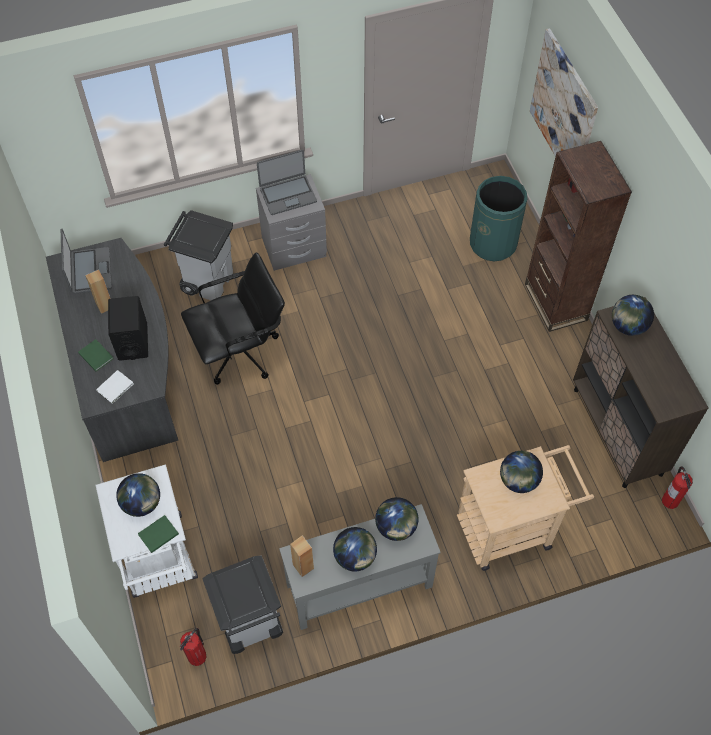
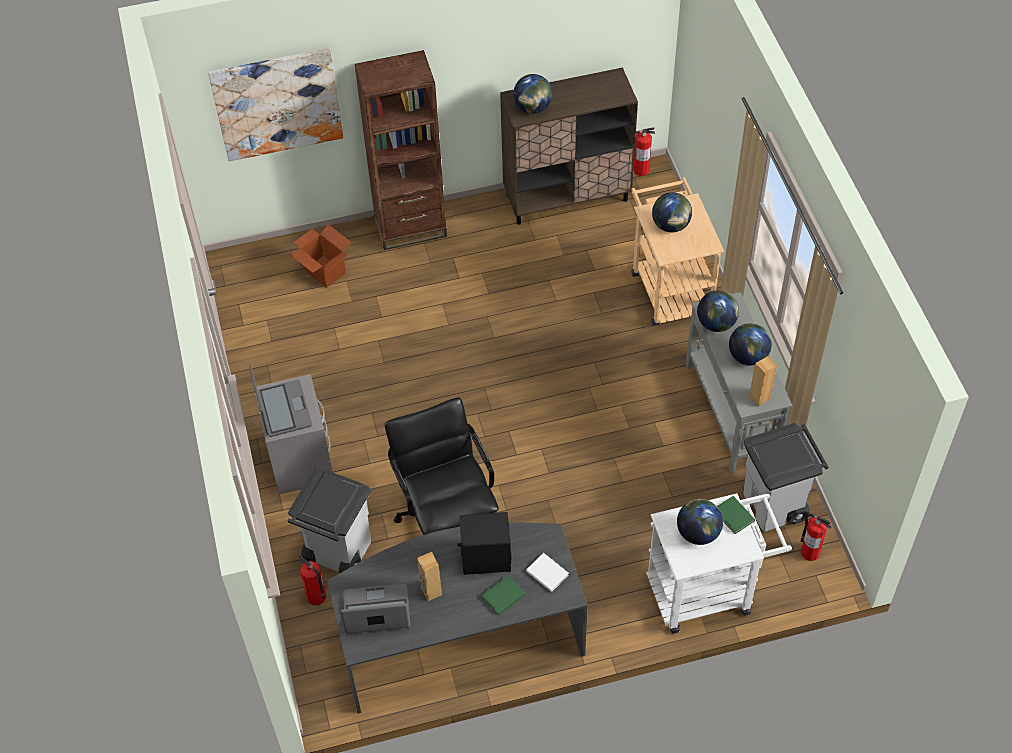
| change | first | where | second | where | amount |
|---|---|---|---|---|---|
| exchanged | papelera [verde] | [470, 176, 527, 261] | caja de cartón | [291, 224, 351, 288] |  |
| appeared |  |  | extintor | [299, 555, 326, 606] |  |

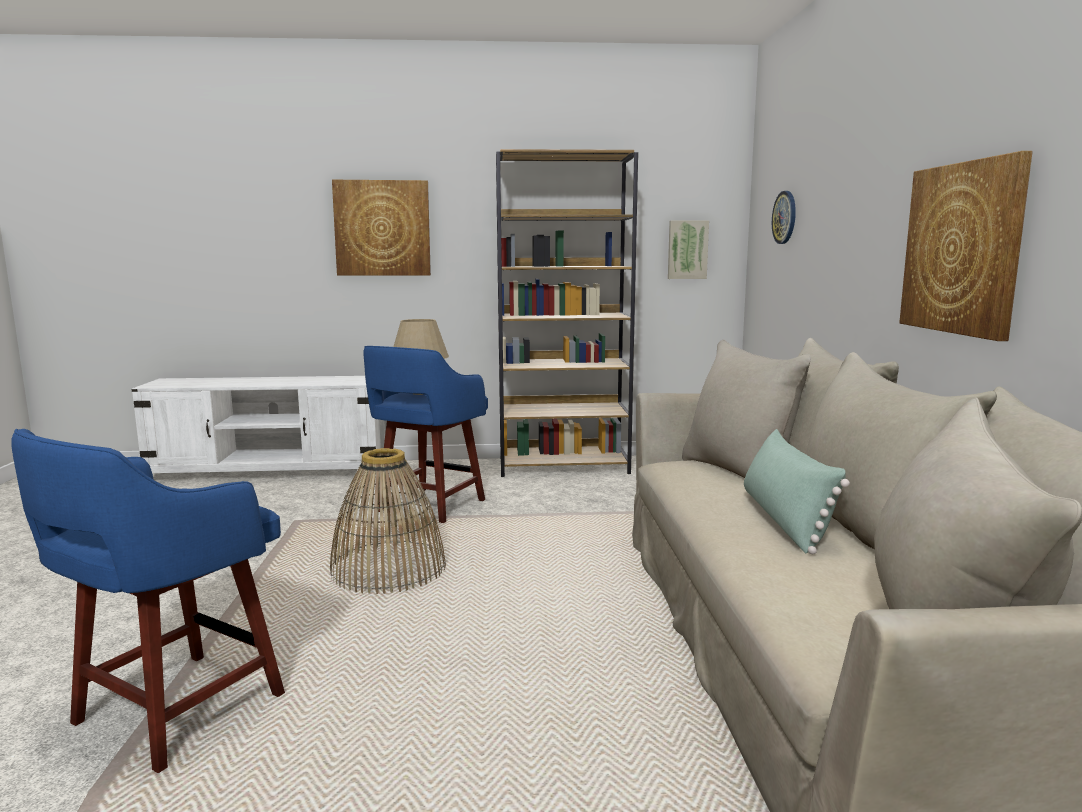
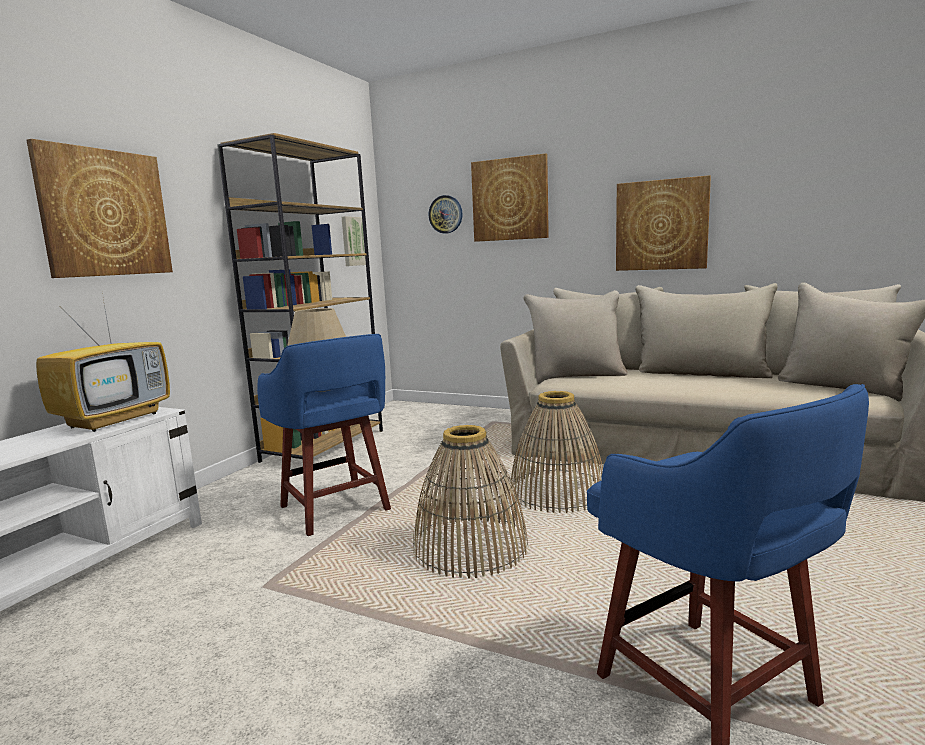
| change | first | where | second | where | amount |
|---|---|---|---|---|---|
| missing | cojín [verde] | [744, 429, 850, 554] |  |  |  |
| appeared |  |  | cuadro | [471, 153, 549, 242] |  |
| appeared |  |  | televisor | [36, 299, 170, 432] |  |
| appeared |  |  | cesta | [510, 391, 603, 513] |  |

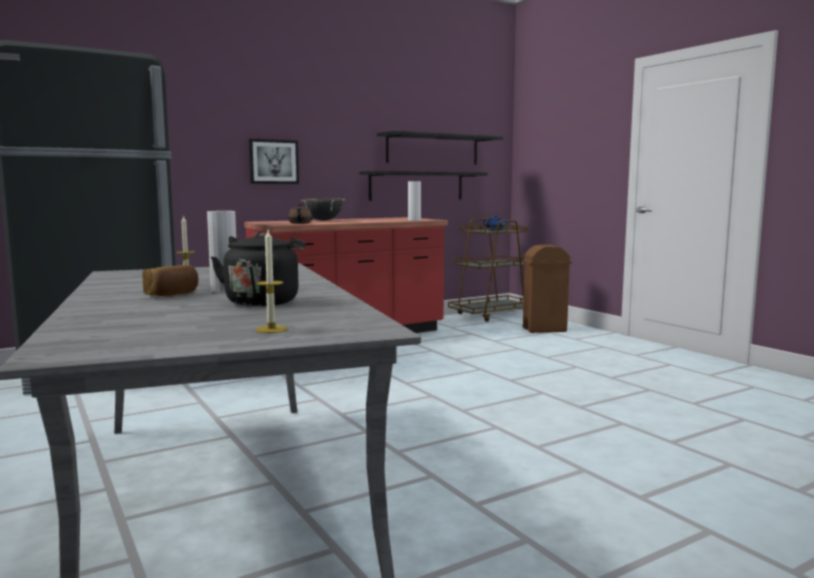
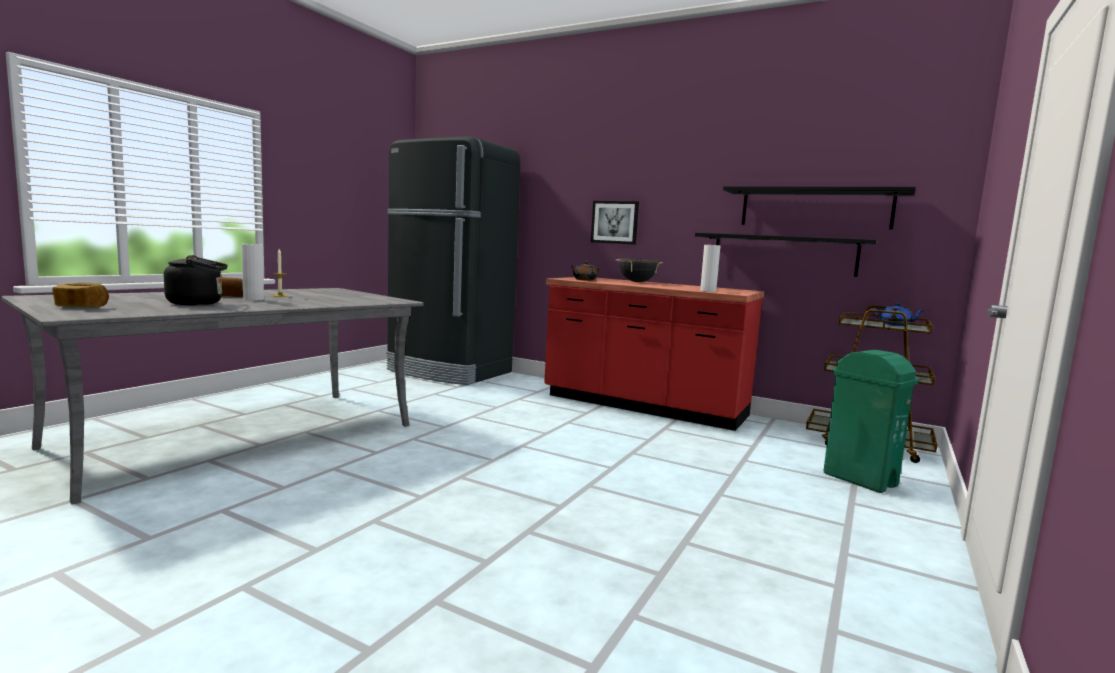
| change | first | where | second | where | amount |
|---|---|---|---|---|---|
| exchanged | vela | [256, 230, 287, 333] | pan | [52, 283, 109, 307] |  |
| colour | papelera [marrón] | [523, 245, 572, 333] | papelera [verde] | [824, 350, 918, 493] |  |

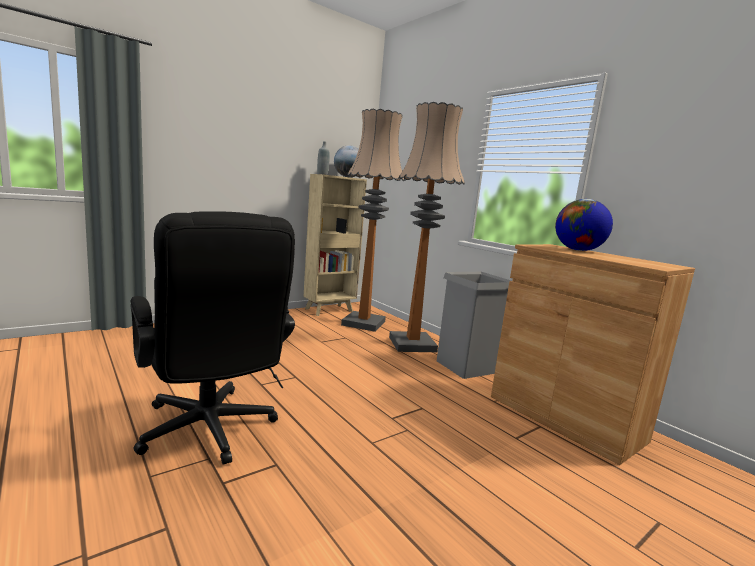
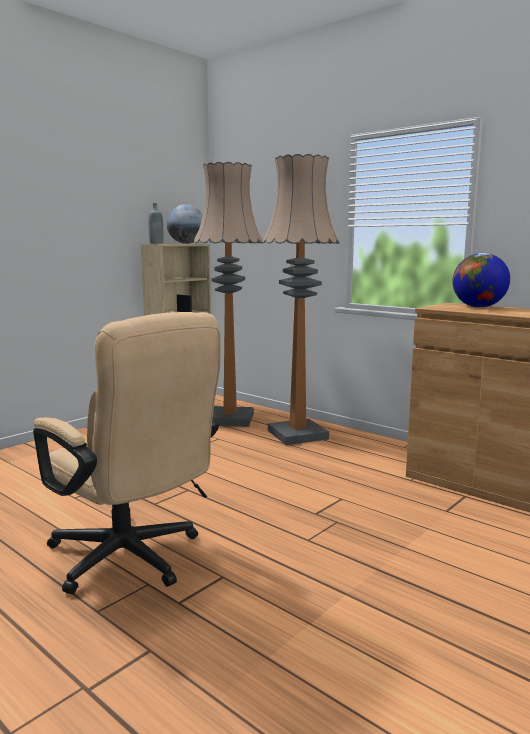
| change | first | where | second | where | amount |
|---|---|---|---|---|---|
| colour | silla de oficina [negro] | [130, 211, 295, 465] | silla de oficina [beis] | [33, 312, 221, 594] |  |
| missing | papelera [gris] | [437, 272, 511, 379] |  |  |  |

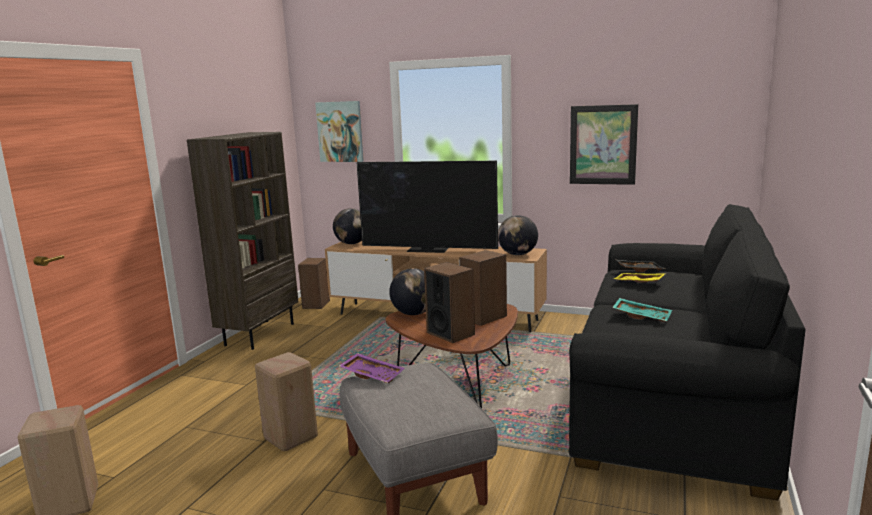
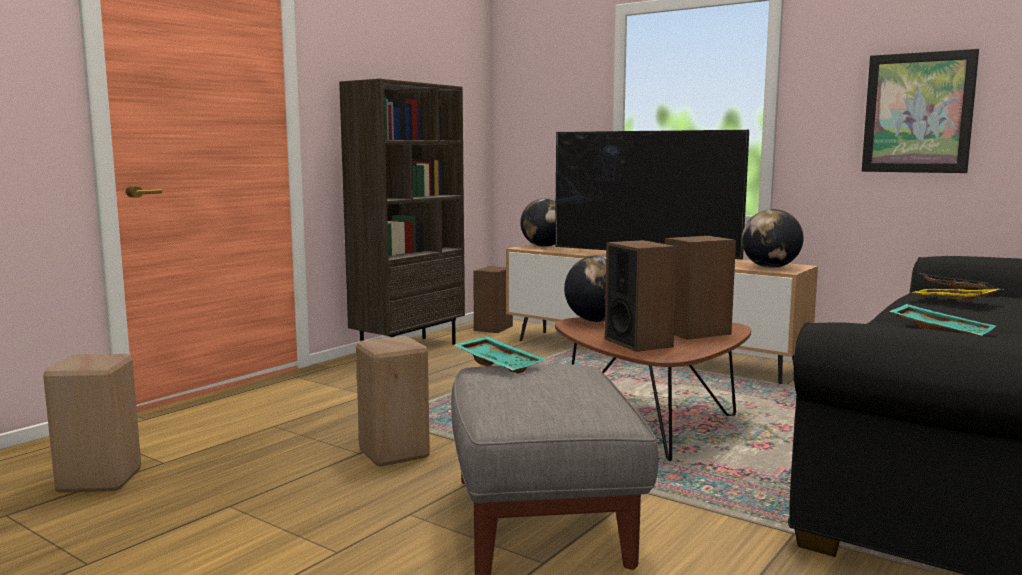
| change | first | where | second | where | amount |
|---|---|---|---|---|---|
| missing | cuadro | [315, 101, 364, 162] |  |  |  |
| colour | bandeja [morado] | [339, 353, 405, 383] | bandeja [turquesa] | [454, 336, 546, 374] |  |

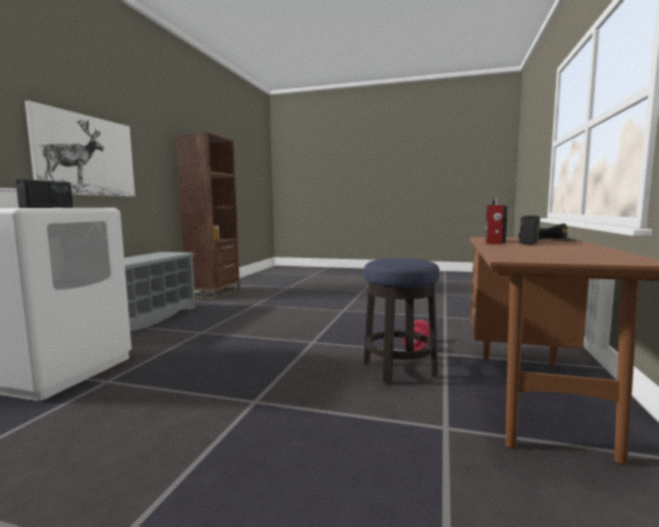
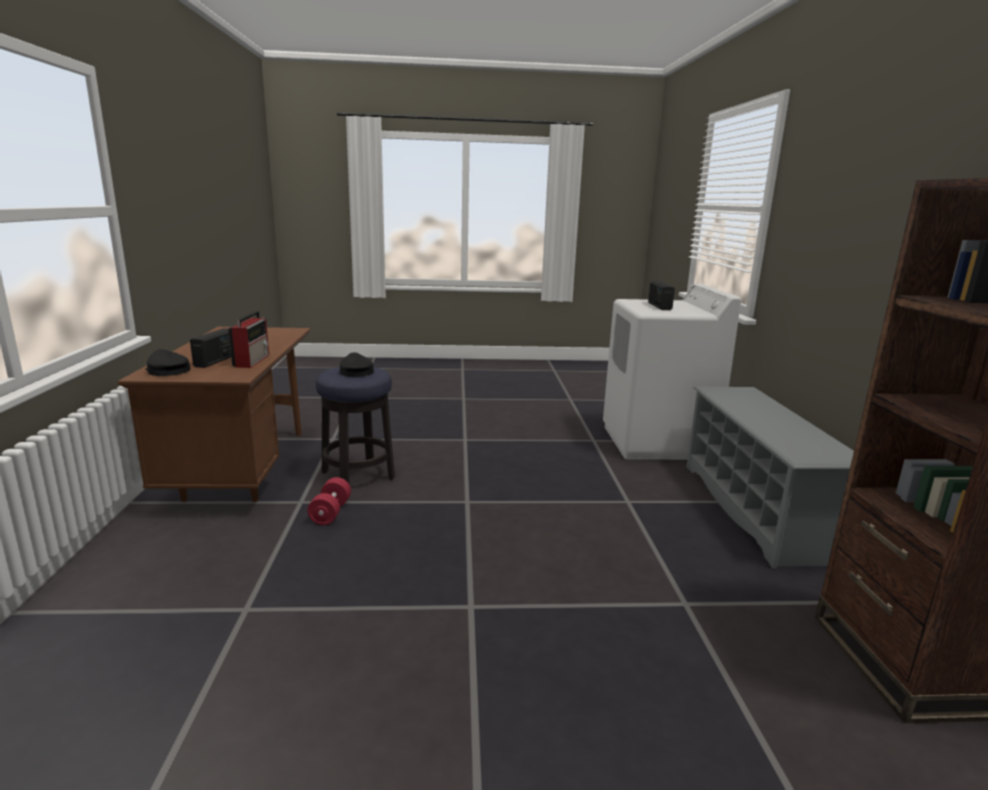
| change | first | where | second | where | amount |
|---|---|---|---|---|---|
| missing | cuadro | [25, 100, 135, 197] |  |  |  |
| appeared |  |  | gorra [negro] | [340, 352, 374, 377] |  |

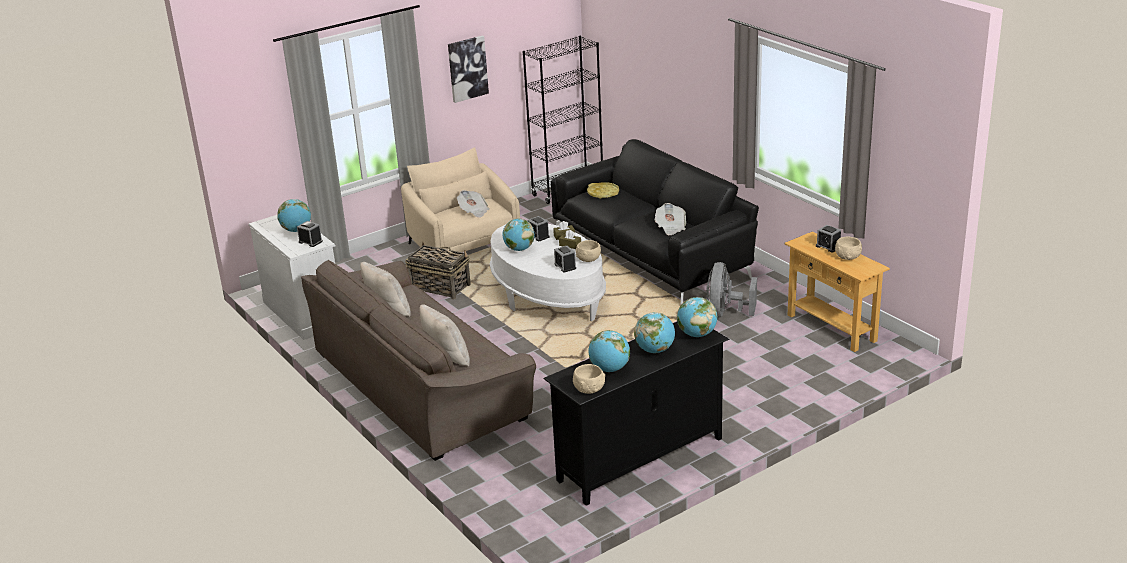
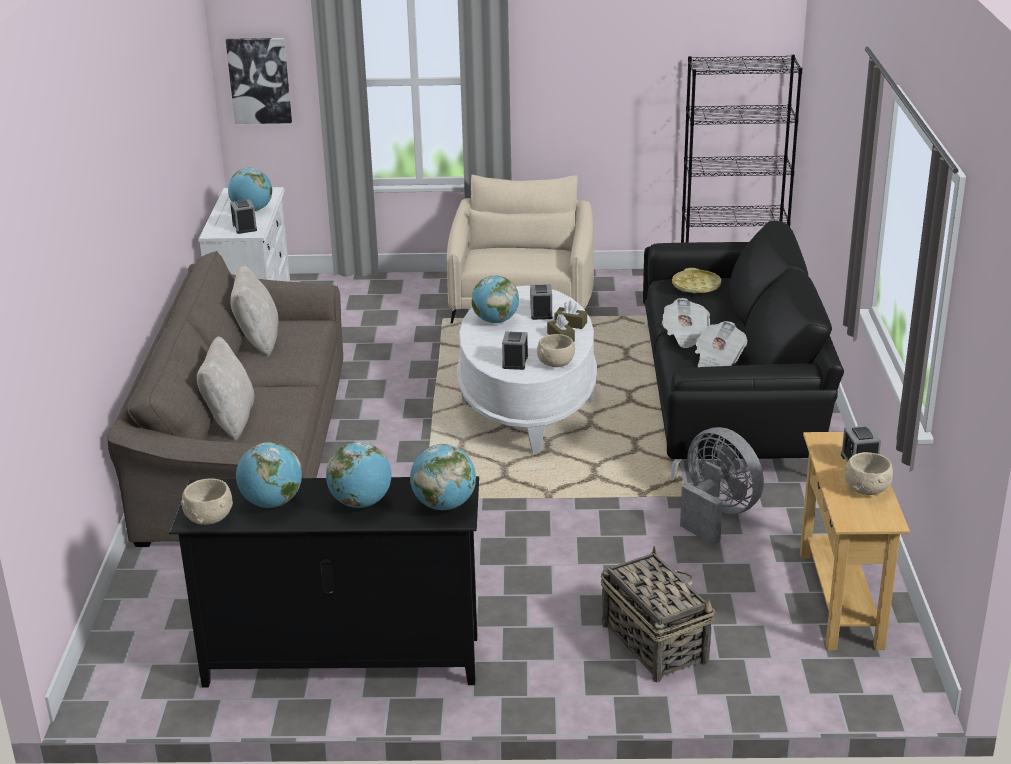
| change | first | where | second | where | amount |
|---|---|---|---|---|---|
| relocated | cuadro | [448, 36, 489, 103] |  | [226, 38, 292, 124] |  |
| relocated | periódico | [457, 190, 490, 218] |  | [662, 298, 710, 348] |  |
| relocated | cesta | [405, 241, 471, 299] |  | [601, 546, 716, 682] |  |
| spun | ventilador [gris] | [706, 262, 757, 318] |  | [680, 427, 764, 545] | 90 degrees clockwise |

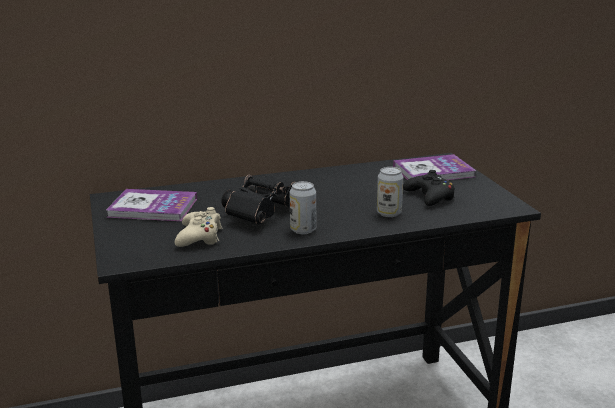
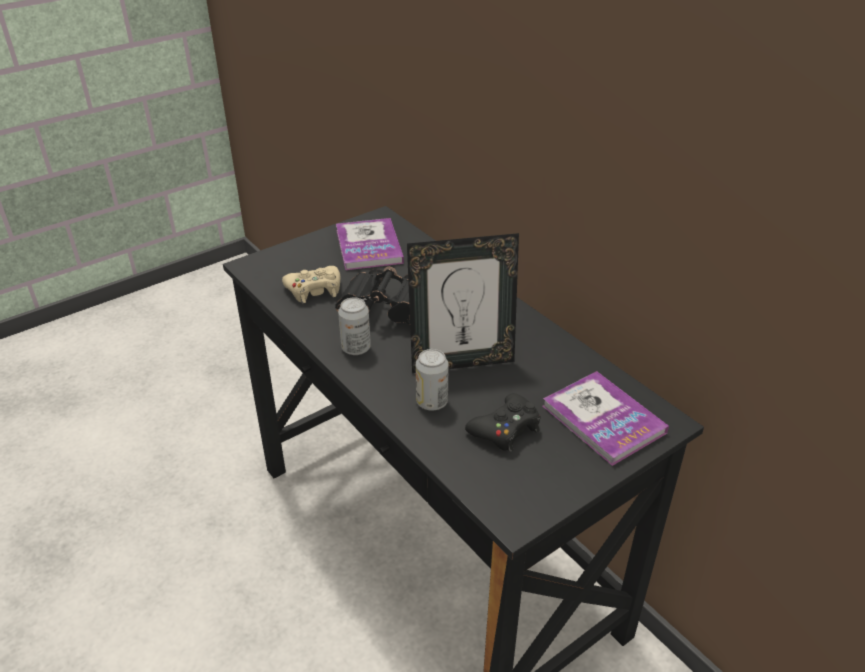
| change | first | where | second | where | amount |
|---|---|---|---|---|---|
| appeared |  |  | portarretratos | [407, 233, 519, 373] |  |

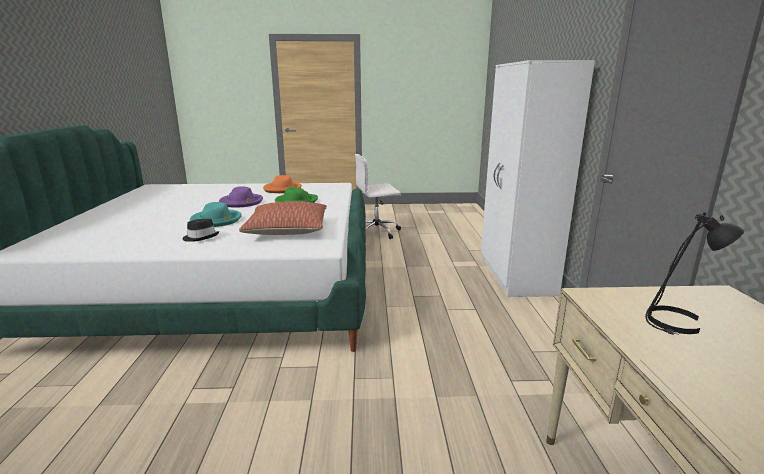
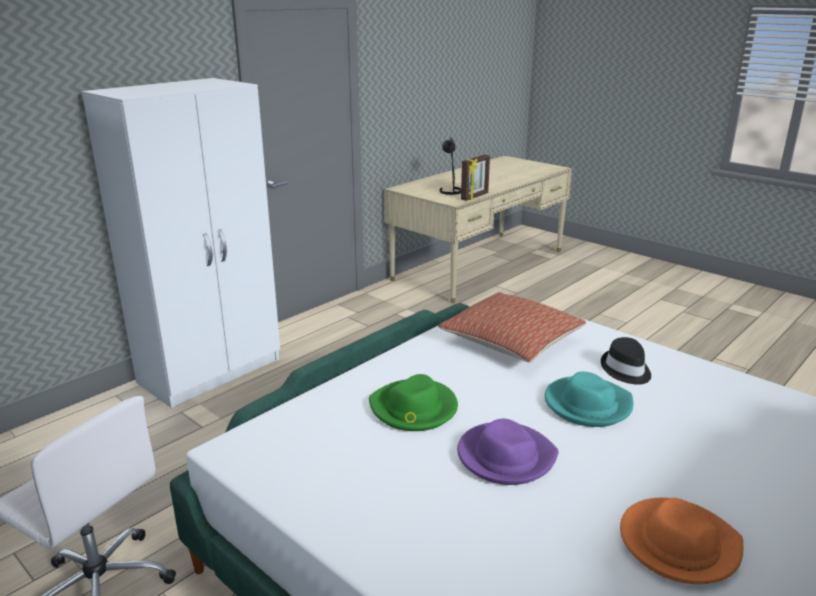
| change | first | where | second | where | amount |
|---|---|---|---|---|---|
| relocated | sombrero [naranja] | [263, 175, 302, 193] |  | [620, 498, 743, 584] |  |
| appeared |  |  | portarretratos | [461, 154, 490, 201] |  |

